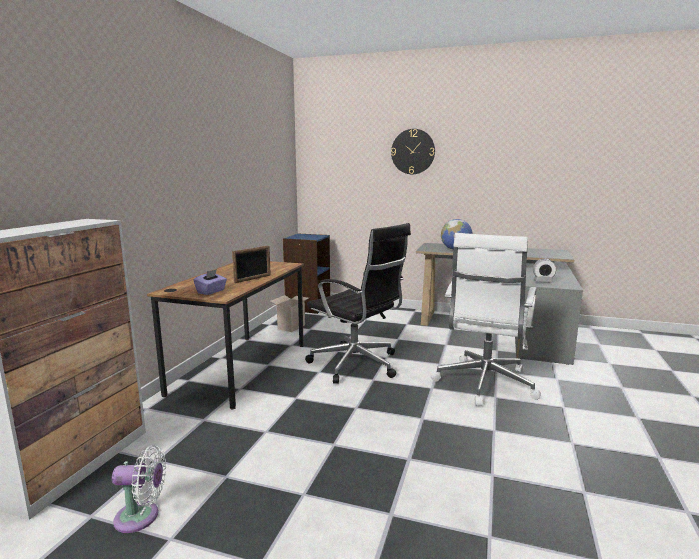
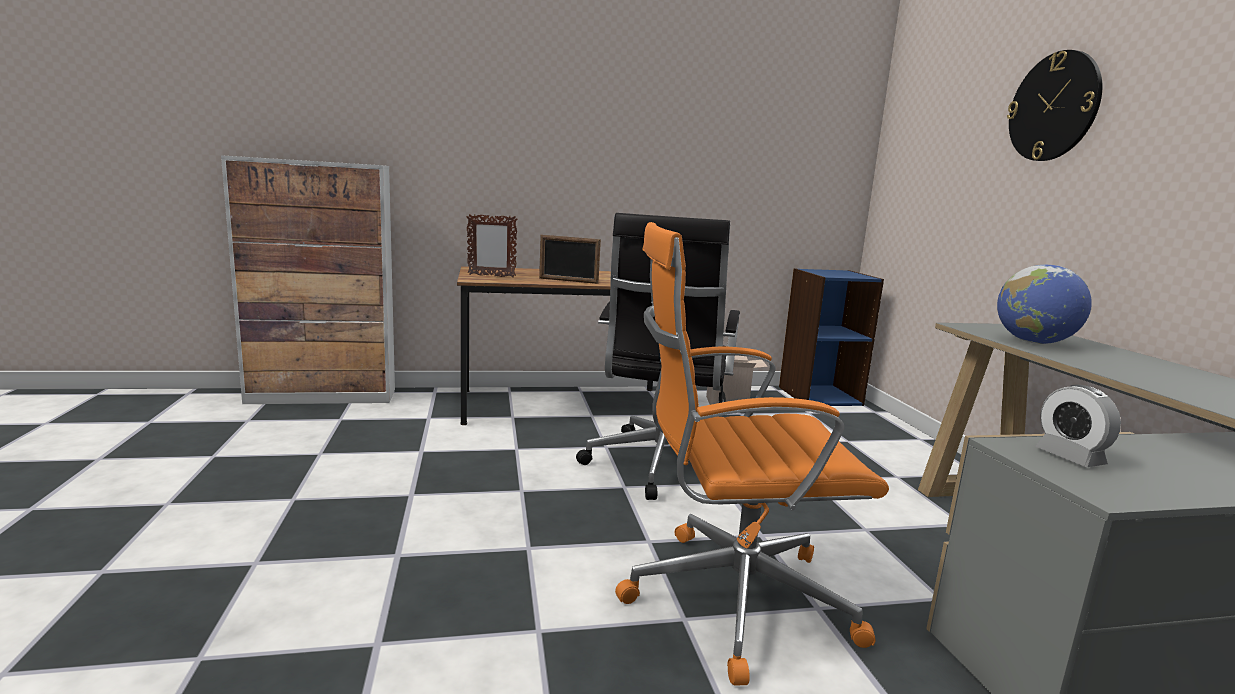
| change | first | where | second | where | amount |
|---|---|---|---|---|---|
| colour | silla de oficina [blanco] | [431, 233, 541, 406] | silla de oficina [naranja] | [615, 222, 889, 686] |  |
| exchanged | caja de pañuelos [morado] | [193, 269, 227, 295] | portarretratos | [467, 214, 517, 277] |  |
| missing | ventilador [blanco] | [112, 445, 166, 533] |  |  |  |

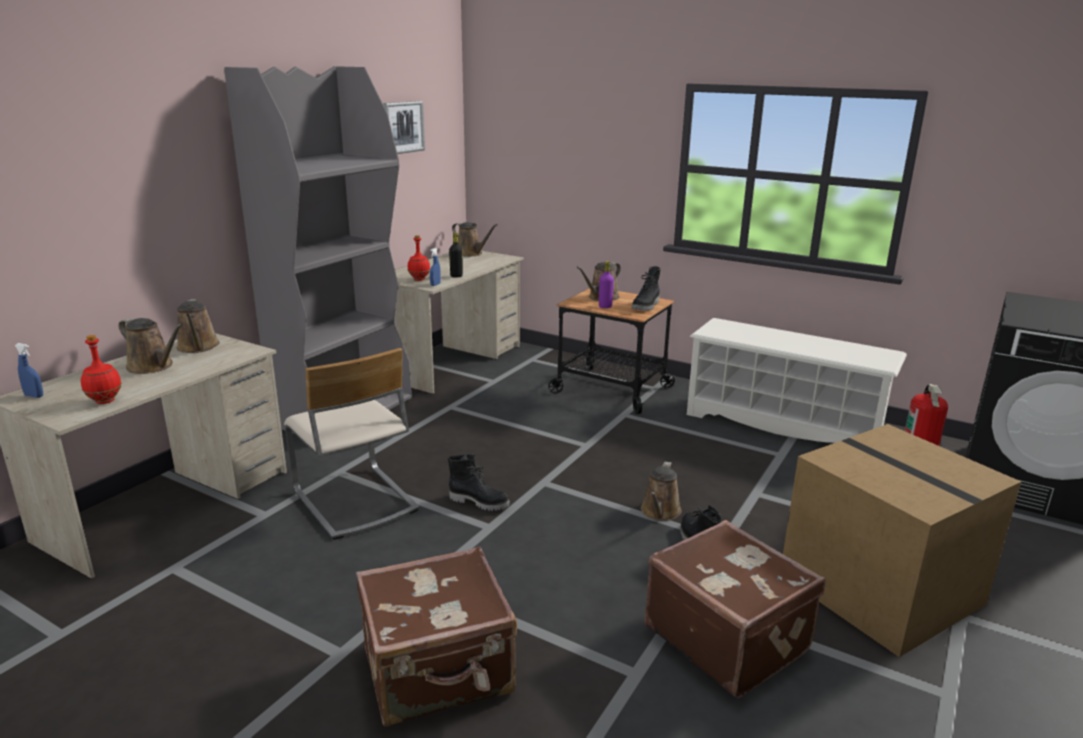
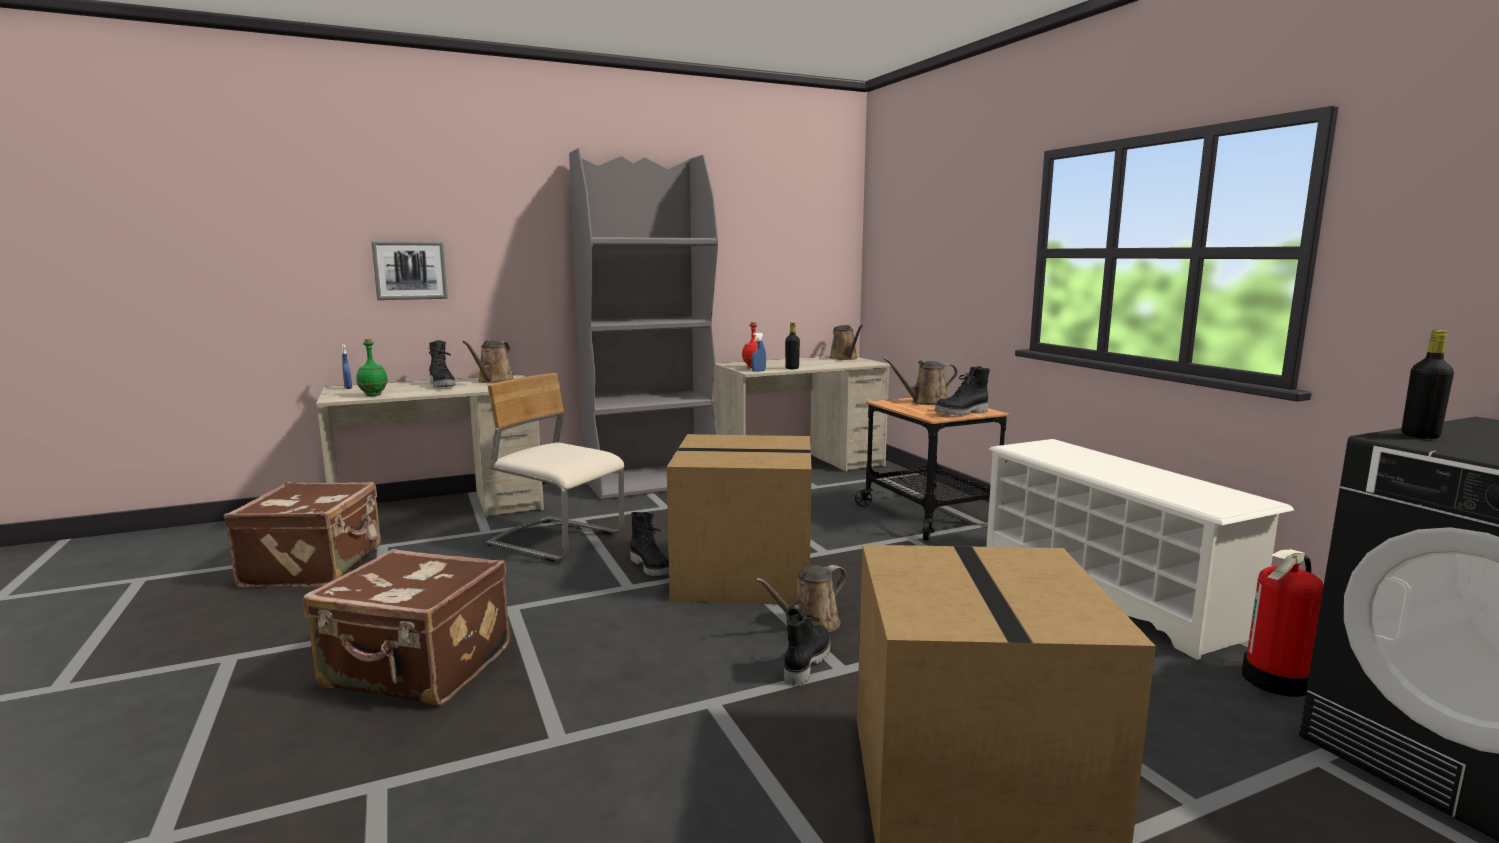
| change | first | where | second | where | amount |
|---|---|---|---|---|---|
| relocated | cuadro | [383, 101, 425, 154] |  | [371, 241, 448, 300] |  |
| missing | botella [morado] | [599, 261, 614, 308] |  |  |  |
| exchanged | regadera [marrón] | [119, 318, 184, 374] | bota [negro] | [429, 340, 456, 388] |  |
| colour | botella [rojo] | [81, 335, 122, 404] | botella [verde] | [356, 339, 388, 396] |  |
| spun | silla [beis] | [284, 348, 419, 540] |  | [487, 373, 625, 562] | 120 degrees clockwise |
| relocated | maleta [marrón] | [644, 520, 826, 698] |  | [223, 482, 381, 588] |  |
| appeared |  |  | botella [negro] | [1402, 330, 1454, 439] |  |
| appeared |  |  | caja de cartón | [667, 434, 812, 605] |  |

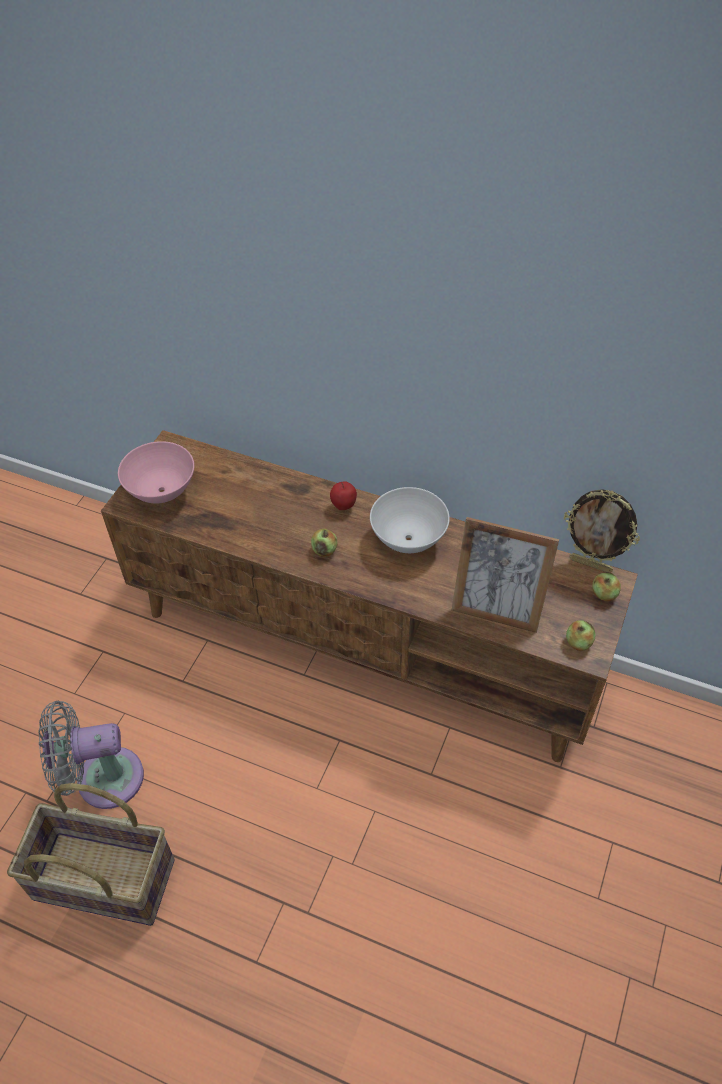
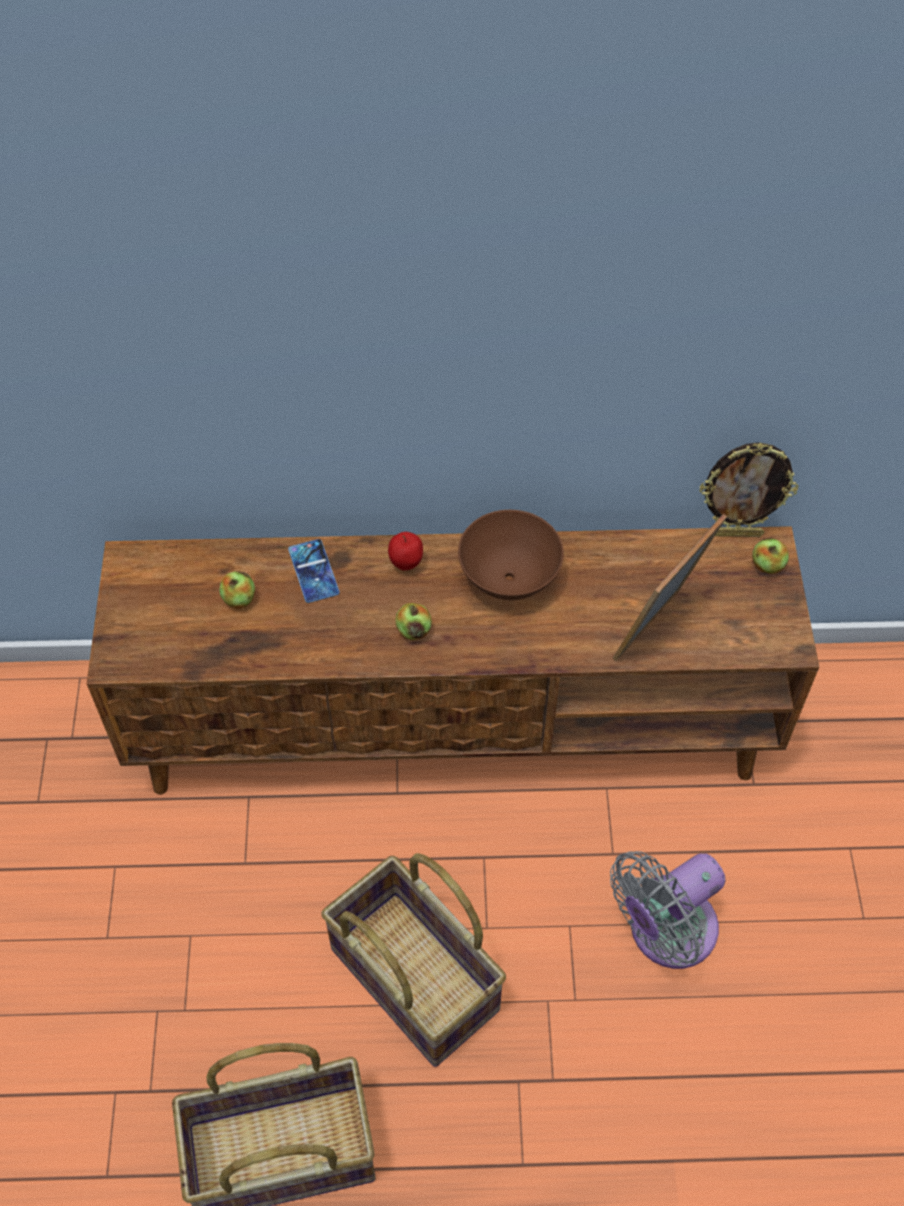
| change | first | where | second | where | amount |
|---|---|---|---|---|---|
| missing | cuenco [rosa] | [118, 441, 194, 504] |  |  |  |
| colour | cuenco [blanco] | [370, 487, 450, 553] | cuenco [marrón] | [458, 510, 564, 600] |  |
| spun | portarretratos | [452, 517, 559, 633] |  | [613, 514, 727, 661] | 135 degrees clockwise |
| relocated | manzana | [566, 620, 596, 651] |  | [219, 571, 255, 609] |  |
| relocated | ventilador [gris] | [39, 701, 144, 809] |  | [610, 851, 726, 969] |  |
| appeared |  |  | móvil | [288, 539, 340, 603] |  |
| appeared |  |  | cesta | [321, 853, 506, 1067] |  |

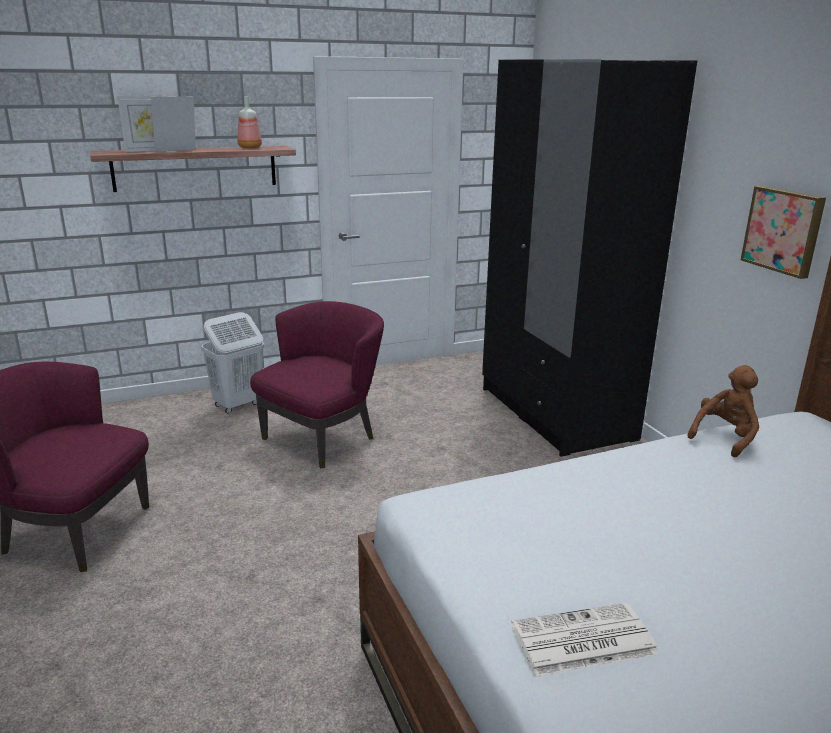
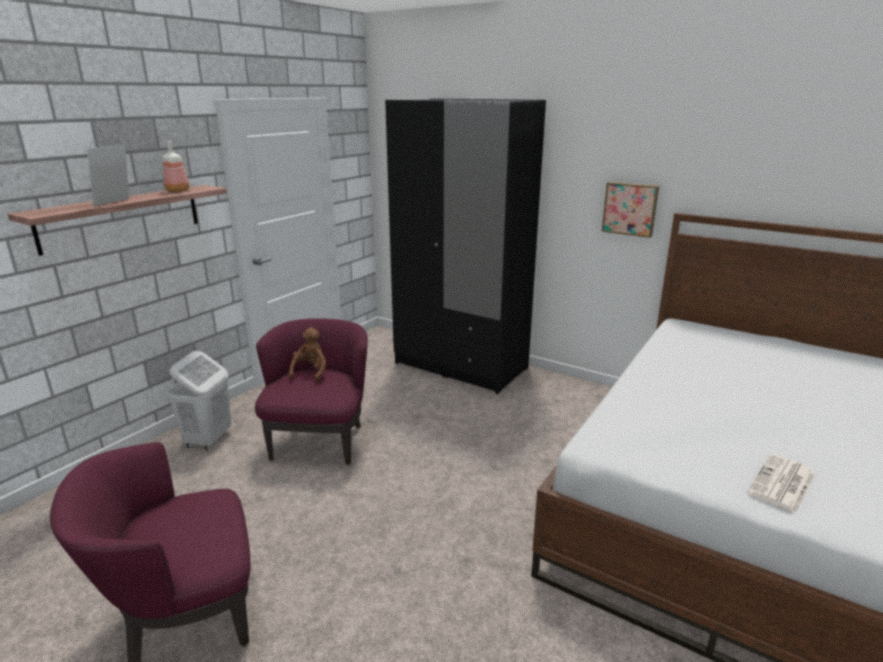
| change | first | where | second | where | amount |
|---|---|---|---|---|---|
| missing | portarretratos | [117, 96, 162, 152] |  |  |  |
| relocated | peluche [marrón] | [687, 365, 759, 457] |  | [288, 327, 326, 383] |  |

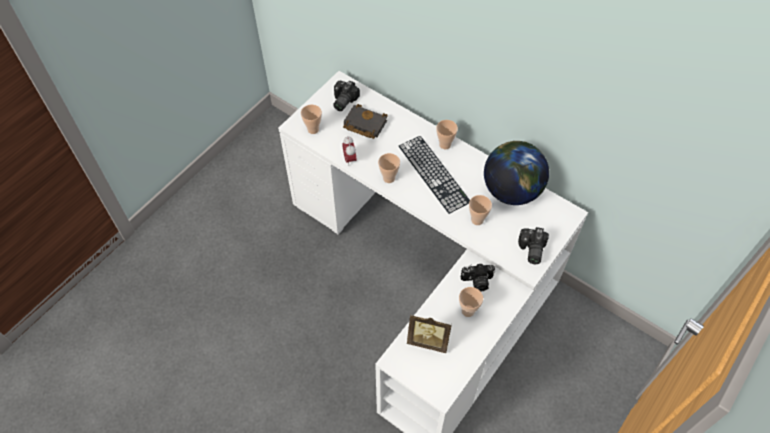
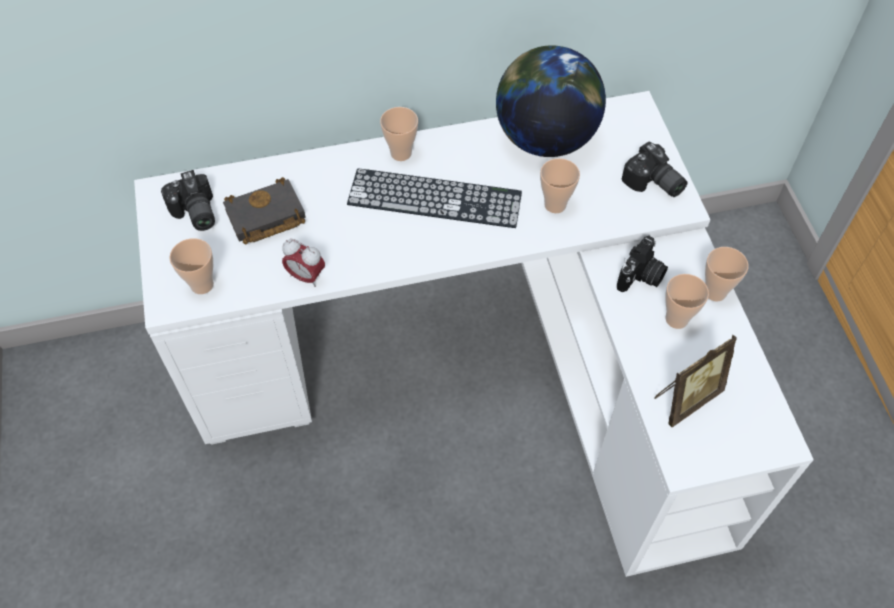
| change | first | where | second | where | amount |
|---|---|---|---|---|---|
| relocated | taza | [378, 153, 400, 183] |  | [705, 247, 749, 302] |  |

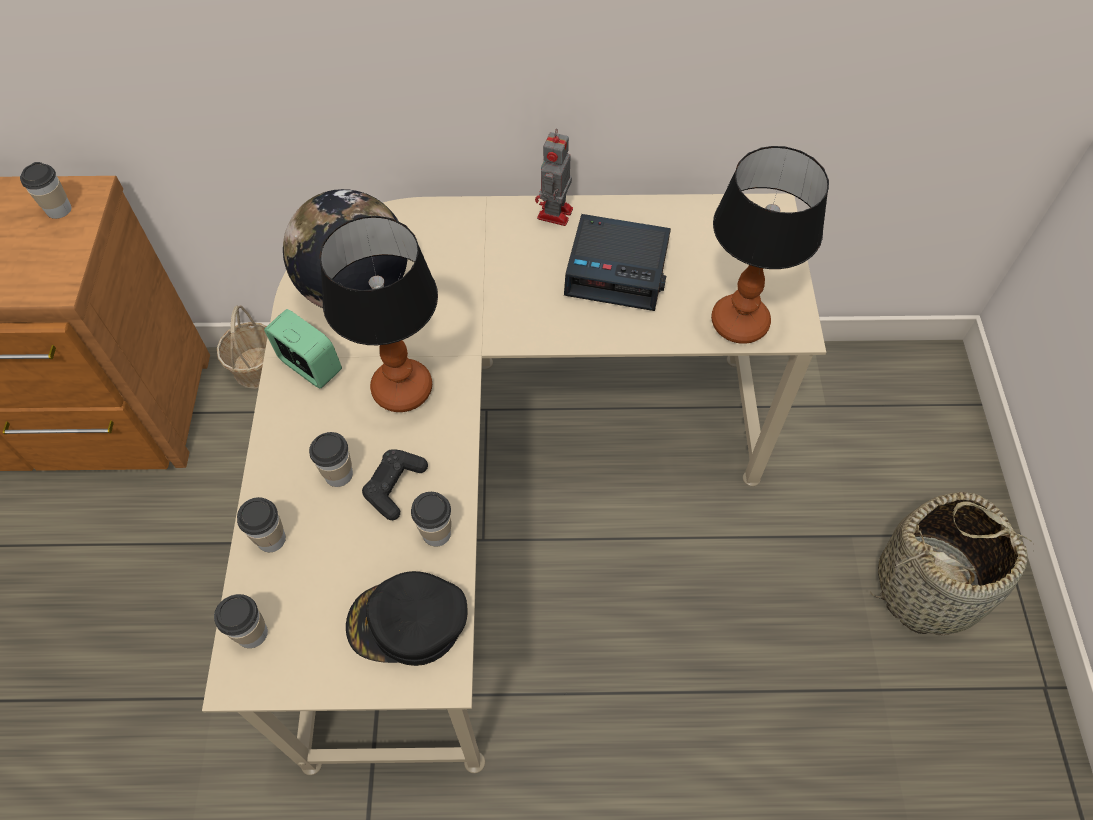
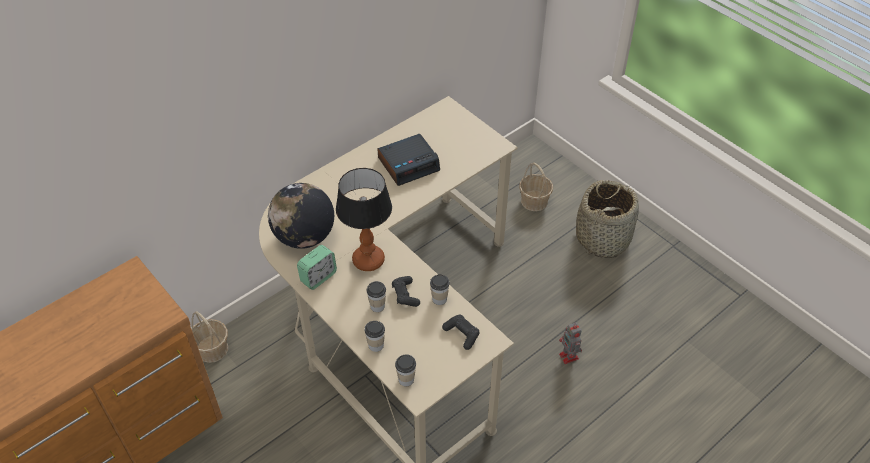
| change | first | where | second | where | amount |
|---|---|---|---|---|---|
| relocated | robot de juguete | [535, 128, 573, 226] |  | [559, 322, 582, 364] |  |
| missing | lámpara de mesa | [711, 146, 829, 344] |  |  |  |
| missing | taza | [20, 162, 72, 219] |  |  |  |
| spun | despertador | [264, 309, 342, 388] |  | [297, 245, 337, 290] | 135 degrees clockwise |
| exchanged | gorra [negro] | [346, 571, 467, 666] | mando de consola [negro] | [442, 315, 479, 350] |  |
| appeared |  |  | cesta | [519, 162, 553, 211] |  |

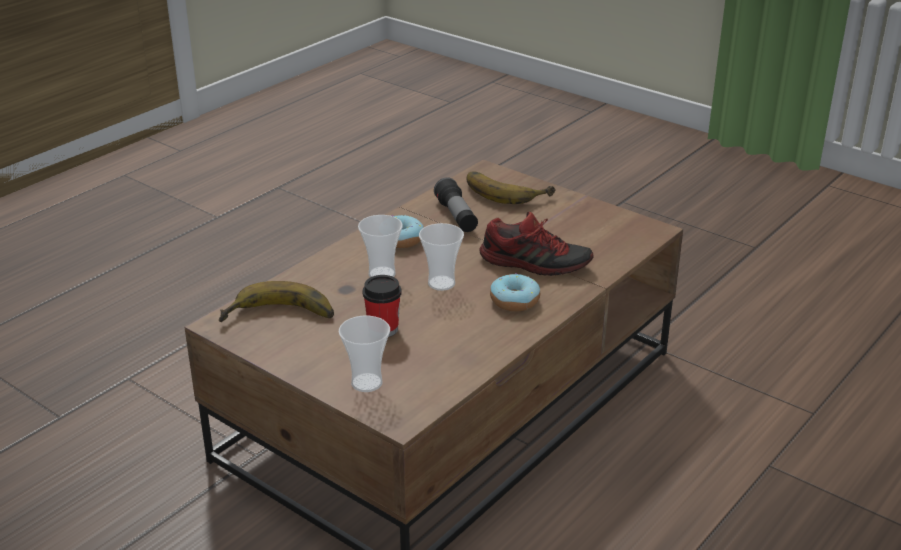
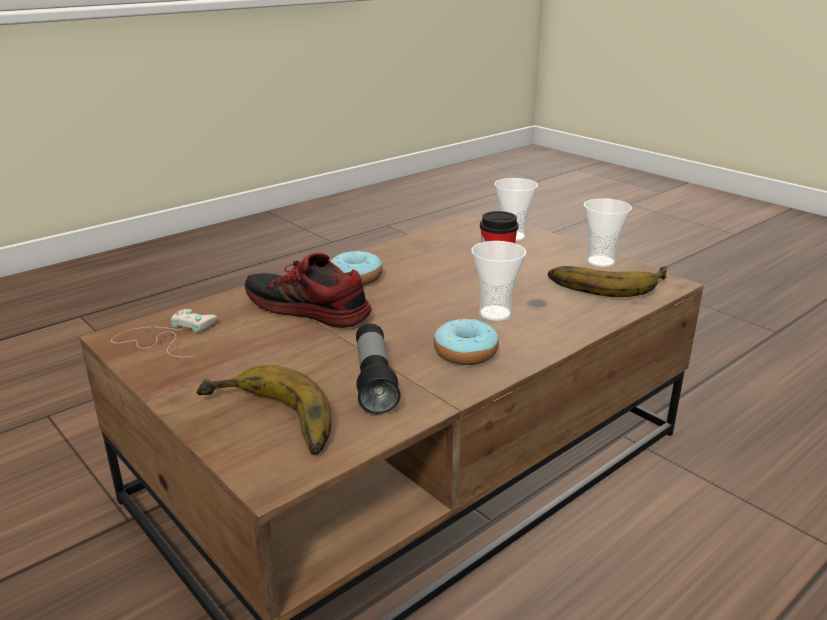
| change | first | where | second | where | amount |
|---|---|---|---|---|---|
| relocated | taza | [419, 223, 464, 291] |  | [584, 198, 632, 267] |  |
| appeared |  |  | mando de consola [blanco] | [111, 309, 218, 357] |  |

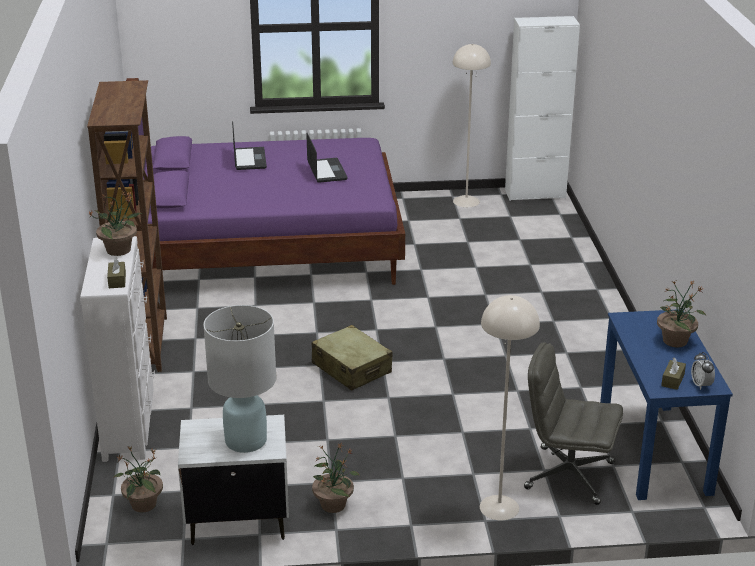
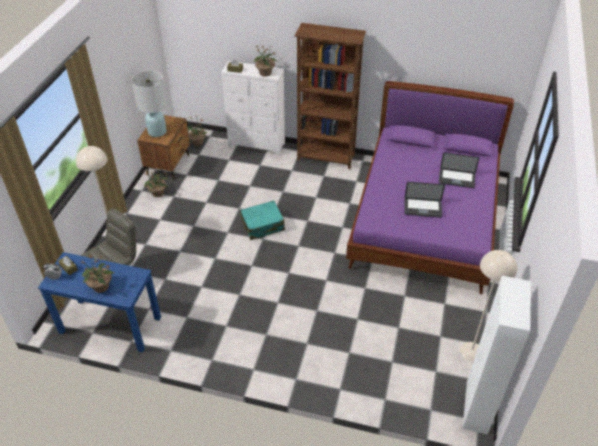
| change | first | where | second | where | amount |
|---|---|---|---|---|---|
| colour | maleta [beis] | [312, 325, 393, 391] | maleta [turquesa] | [240, 200, 285, 240] |  |
| colour | mesita de noche [blanco] | [178, 415, 289, 545] | mesita de noche [marrón] | [137, 115, 190, 180] |  |

